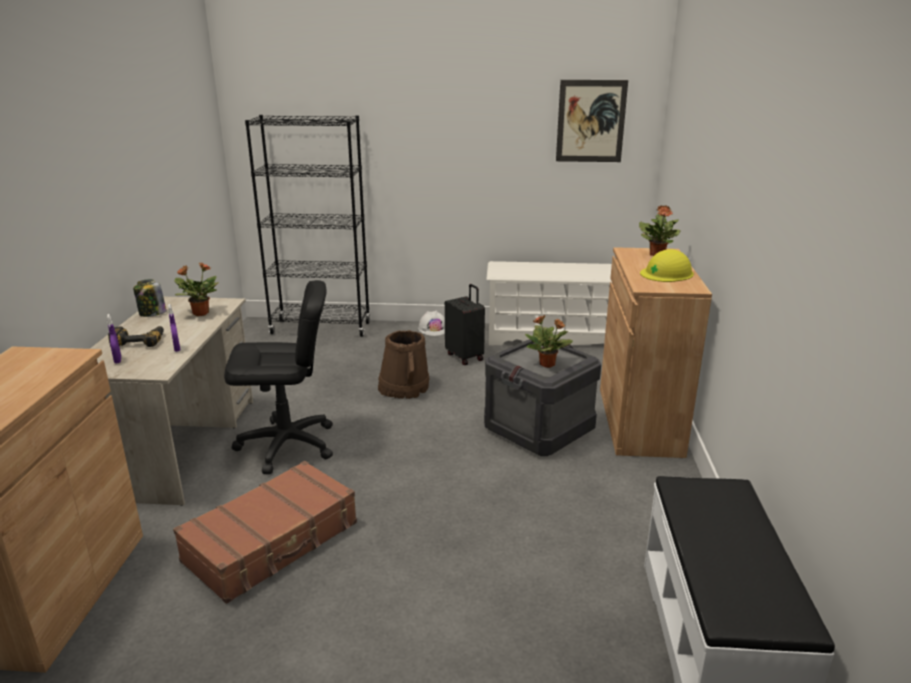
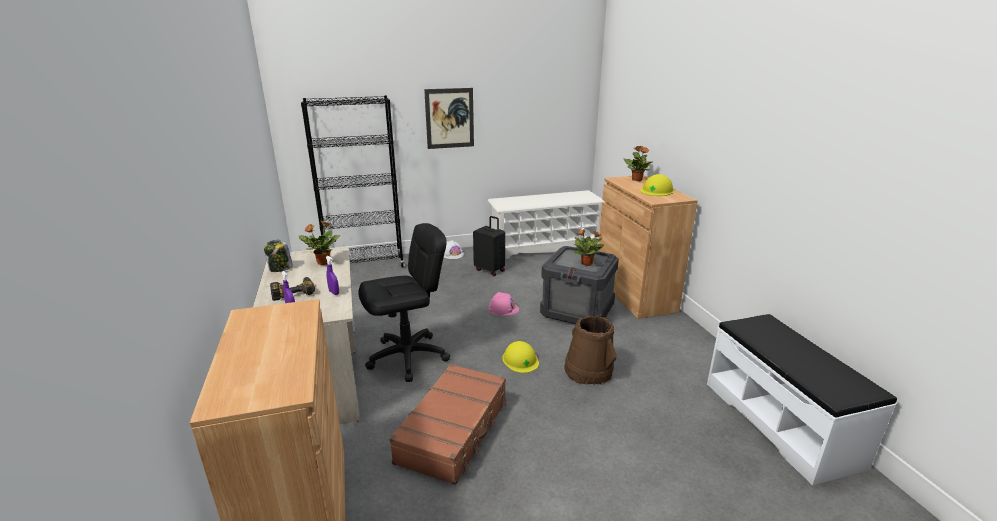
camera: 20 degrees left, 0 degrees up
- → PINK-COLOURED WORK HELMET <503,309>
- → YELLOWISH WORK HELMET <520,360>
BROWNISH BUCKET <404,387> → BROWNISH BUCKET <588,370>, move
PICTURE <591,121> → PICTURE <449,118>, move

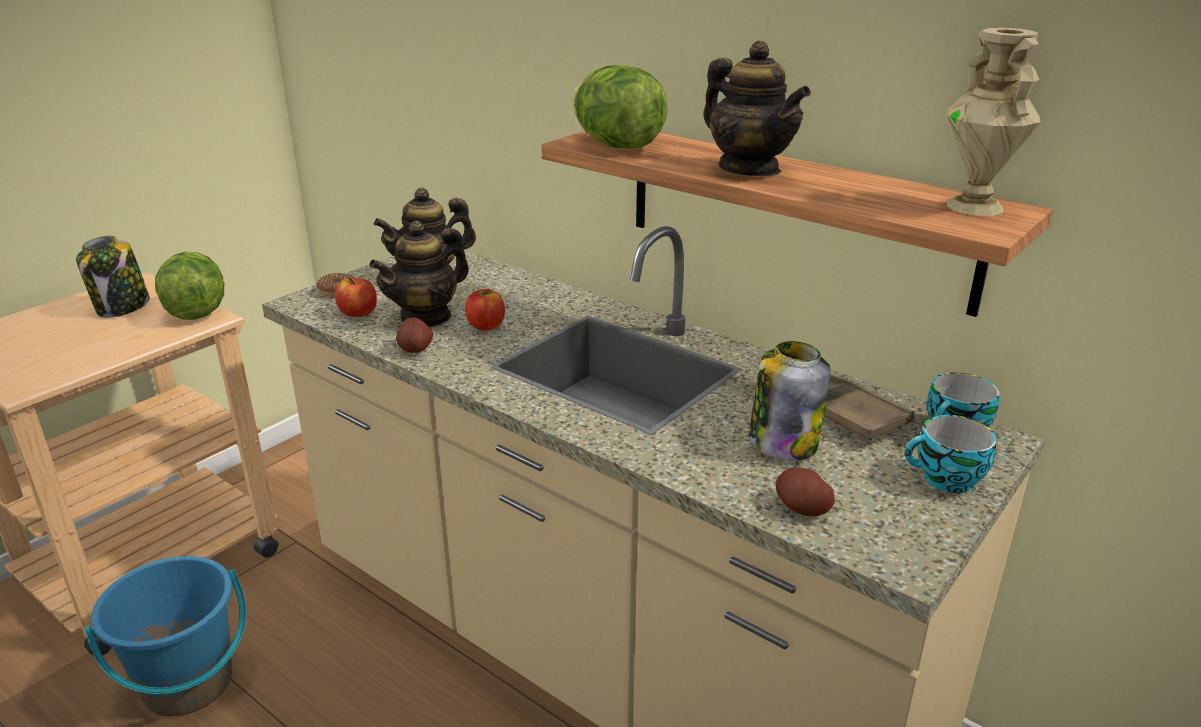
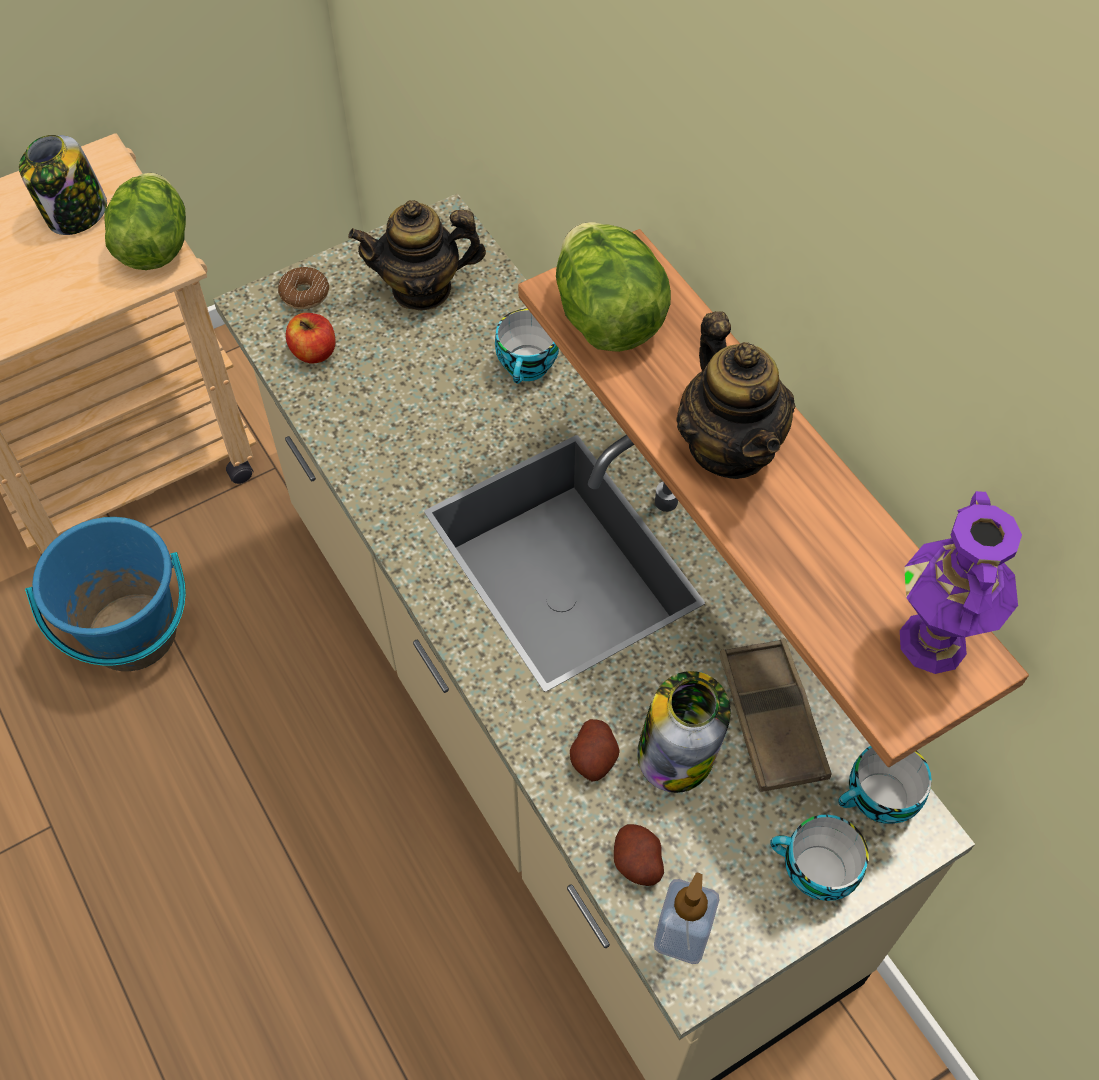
camera: 20 degrees right, 30 degrees up
TEAPOT <426,317> → -
WHOLE APPLE <486,326> → -
- → DRINKING CUP <528,367>
- → SOAP DISPENSER <682,936>
POTATO <415,348> → POTATO <594,758>, move
BEIGE VASE <976,206> → PURPLE-COLOURED VASE <934,643>

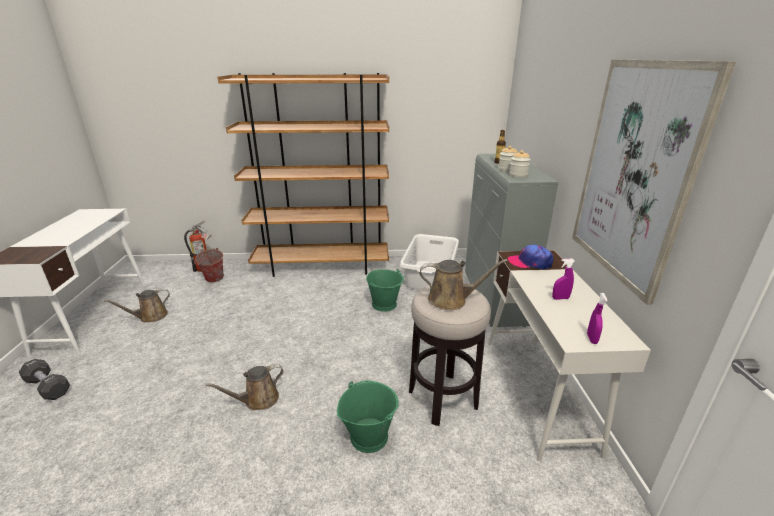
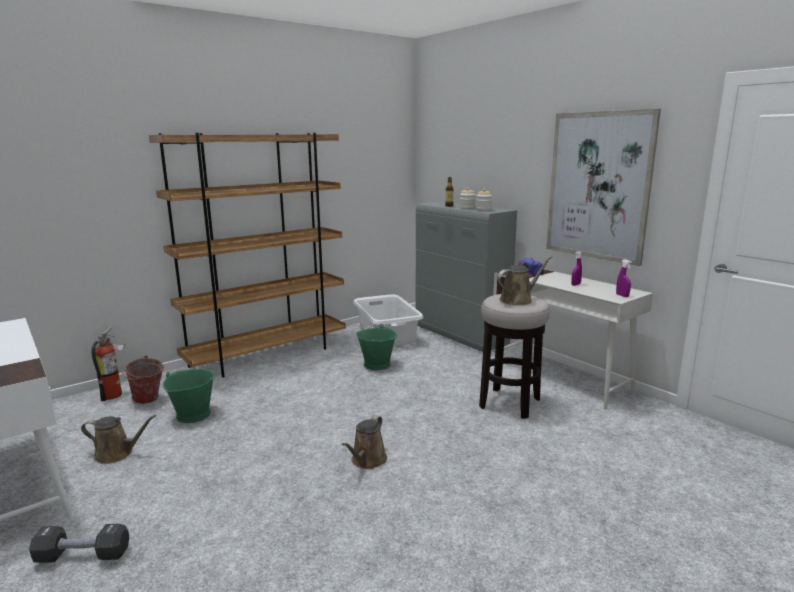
camera: 35 degrees left, 10 degrees down
GREEN BUCKET <369,436> → GREEN BUCKET <193,415>, move
BROWNISH WATERING CAN <150,317> → BROWNISH WATERING CAN <117,454>, 105 degrees counterclockwise

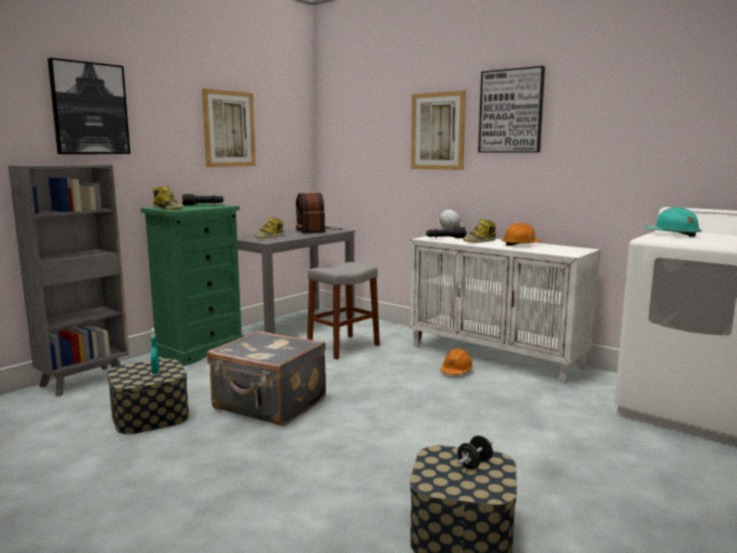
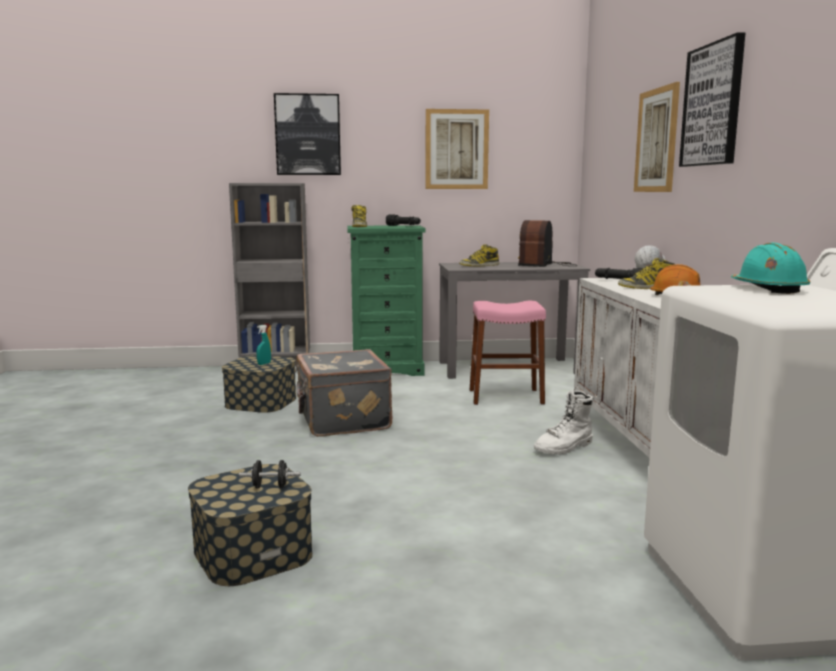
camera: 45 degrees right, 0 degrees up
ORANGE-COLOURED WORK HELMET <456,371> → WHITISH TALL BOOT <564,448>
GRAY STOOL SEAT <343,347> → PINK-COLOURED STOOL SEAT <505,397>

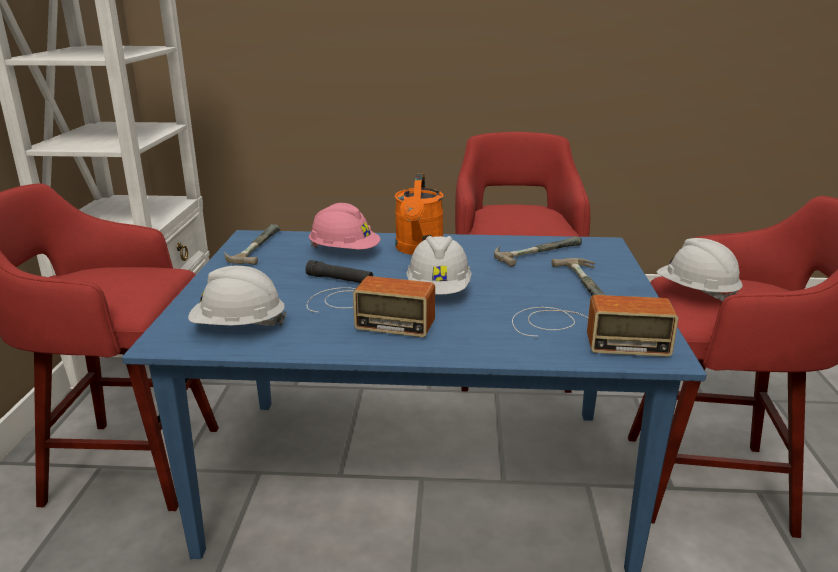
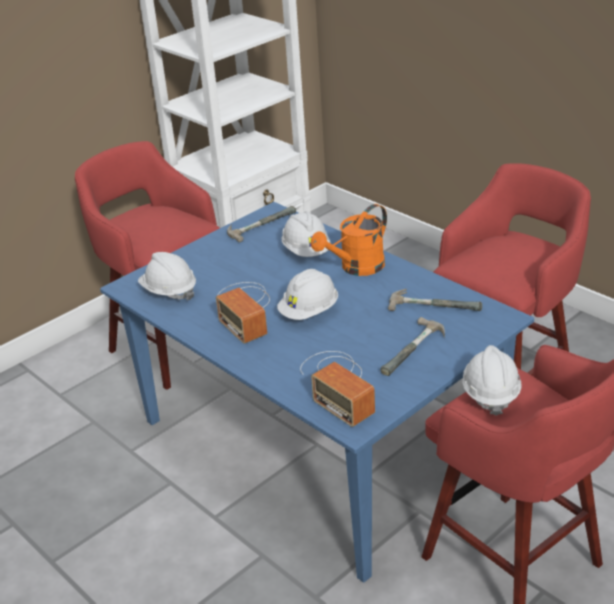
camera: 45 degrees right, 10 degrees up
BLACKISH TORCH <340,280> → -
PINK-COLOURED WORK HELMET <344,252> → WHITISH WORK HELMET <306,251>

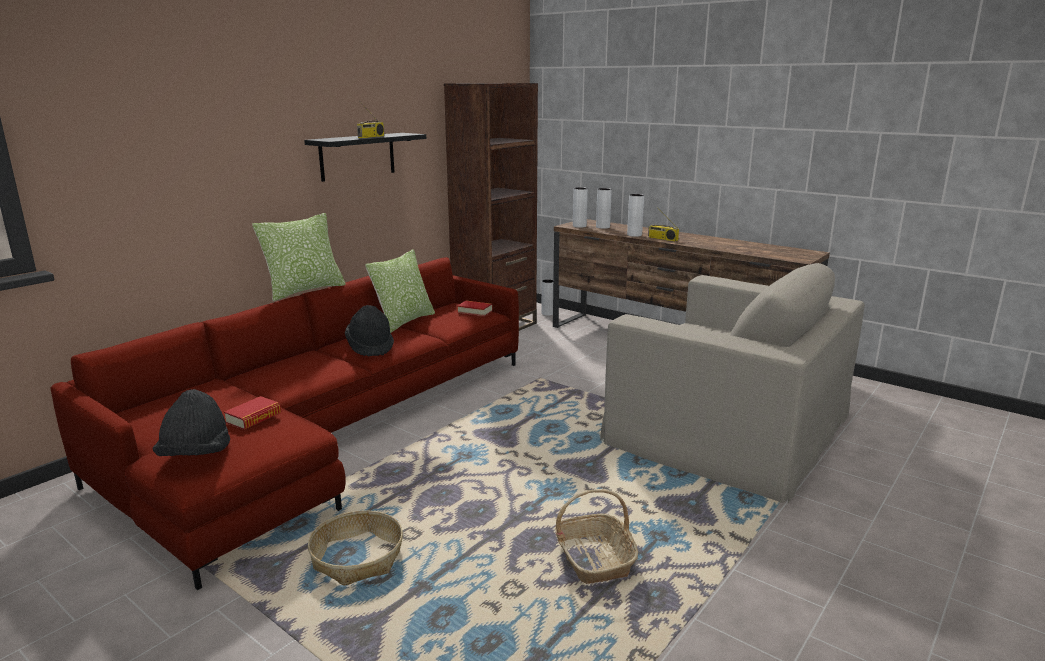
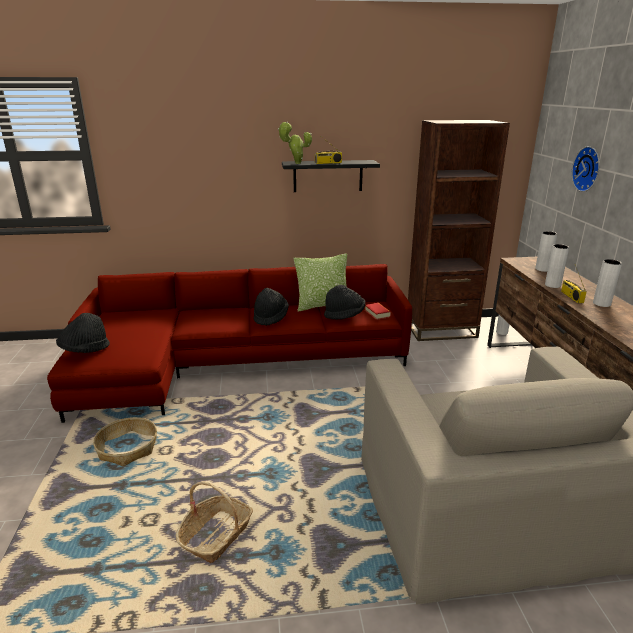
camera: 45 degrees right, 5 degrees up
BOUND BOOK <254,418> → -
THROW PILLOW <304,290> → -
- → HOUSEPLANT <296,163>
- → BLACKISH CLOTHING HAT <344,315>
- → WALL CLOCK <588,169>
WHITISH VASE <579,226> → WHITISH VASE <601,304>, move

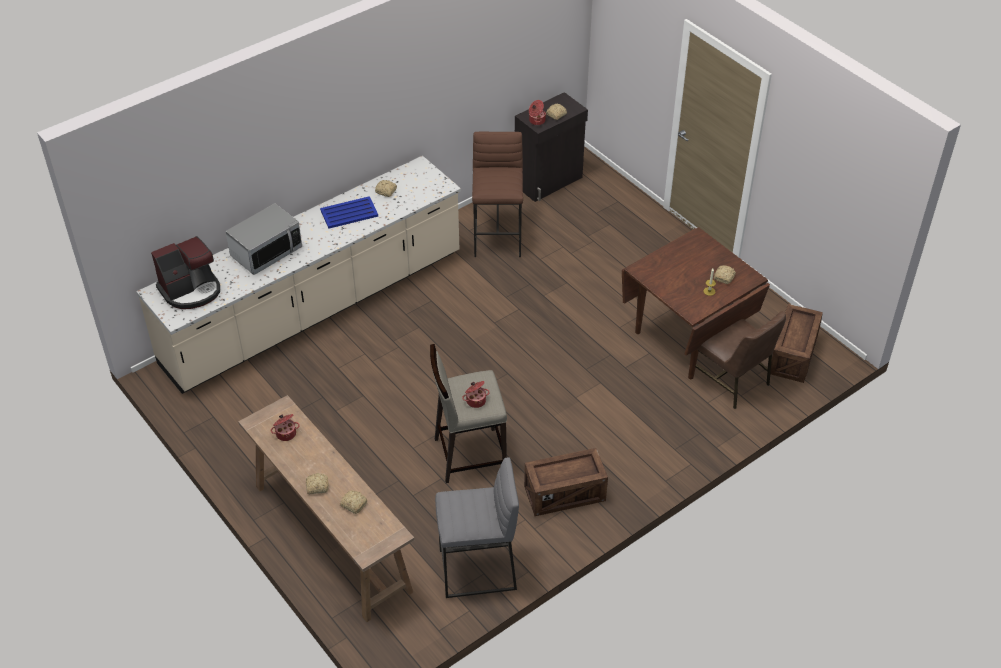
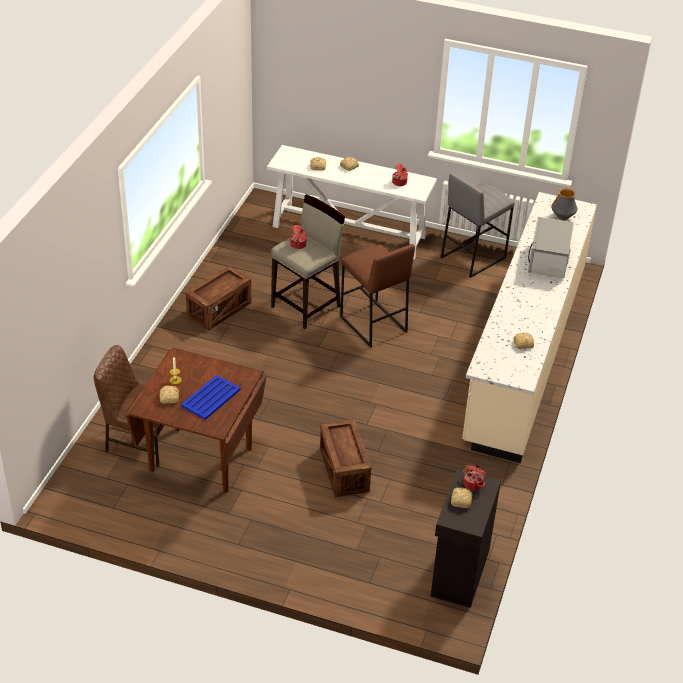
camera: 145 degrees right, 5 degrees down
BLUE-COLOURED CARRYING TRAY <348,213> → BLUE-COLOURED CARRYING TRAY <211,397>, move
GRAY STOOL SEAT <477,570> → GRAY STOOL SEAT <472,257>, move
BROWNISH STOOL SEAT <498,238> → BROWNISH STOOL SEAT <372,324>, move
SHIPPING CRATE <793,355> → SHIPPING CRATE <344,470>, move
COFFEE MACHINE <191,290> → VASE <562,218>
BROWNISH CONSOLE TABLE <331,537> → WHITISH CONSOLE TABLE <349,232>

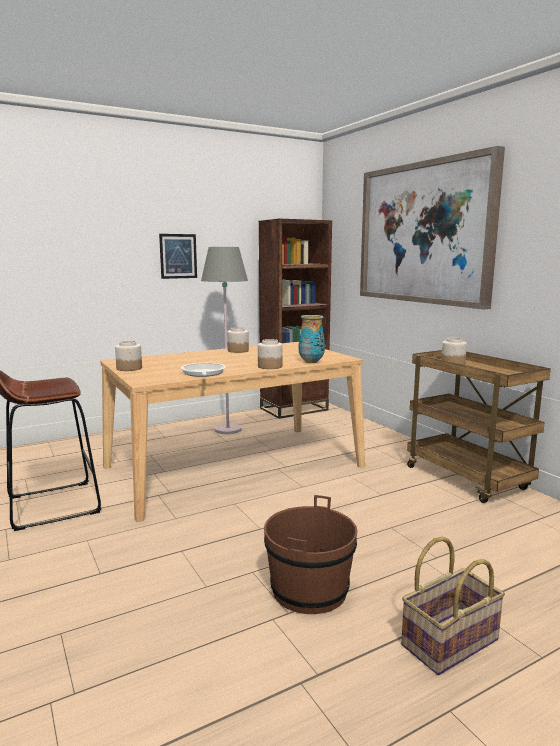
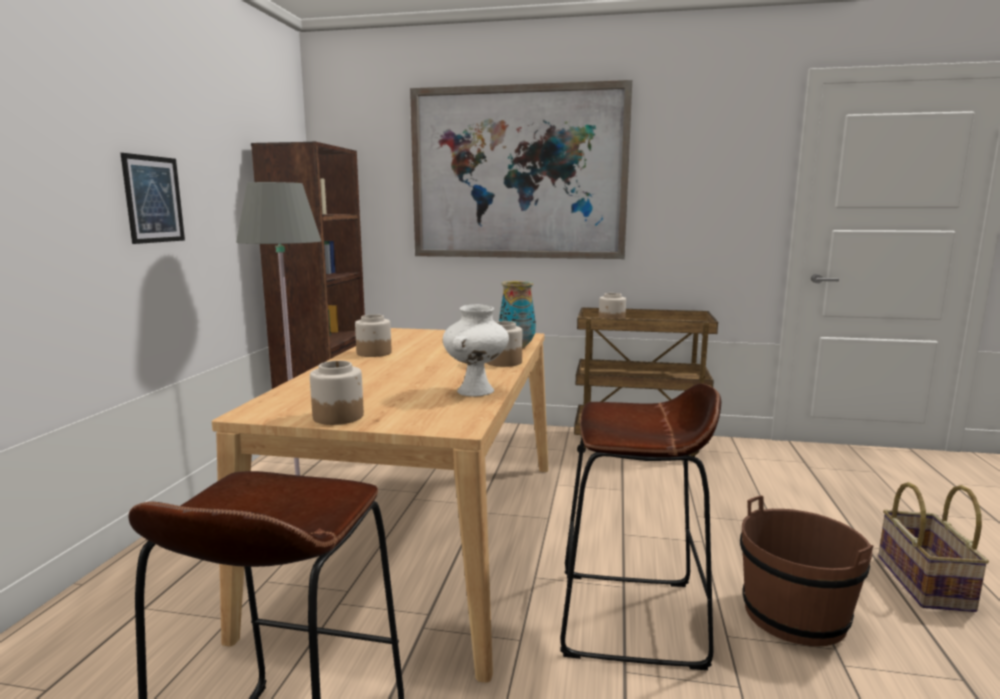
camera: 50 degrees left, 0 degrees up
- → BROWNISH STOOL SEAT <630,618>
PAN <203,373> → WHITISH VASE <476,391>

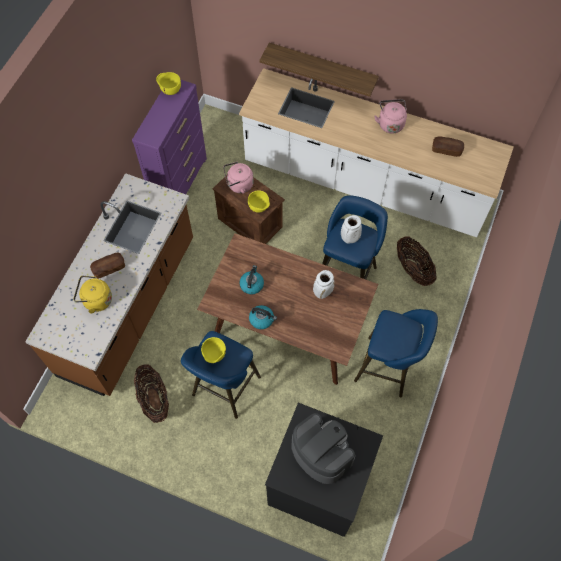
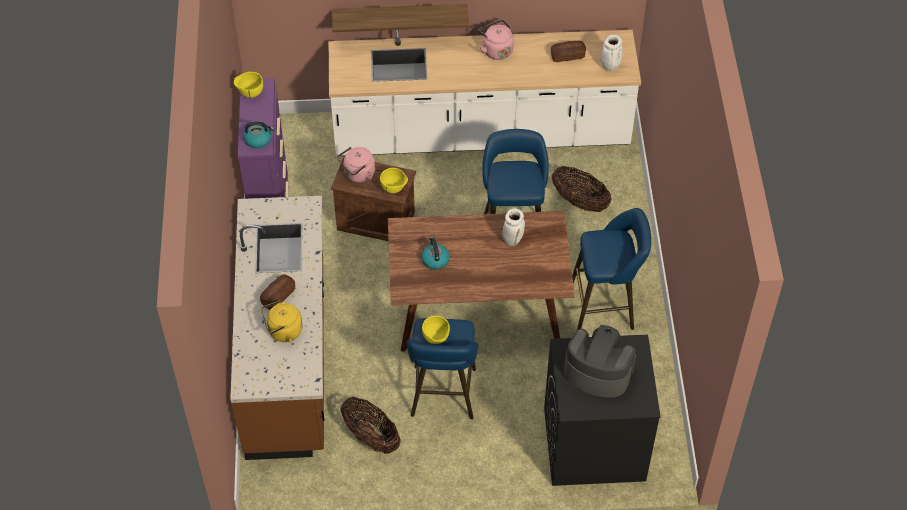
camera: 25 degrees left, 10 degrees down
TEA KETTLE <262,319> → TEA KETTLE <258,140>, move
WHITISH VASE <349,239> → WHITISH VASE <610,67>, move

